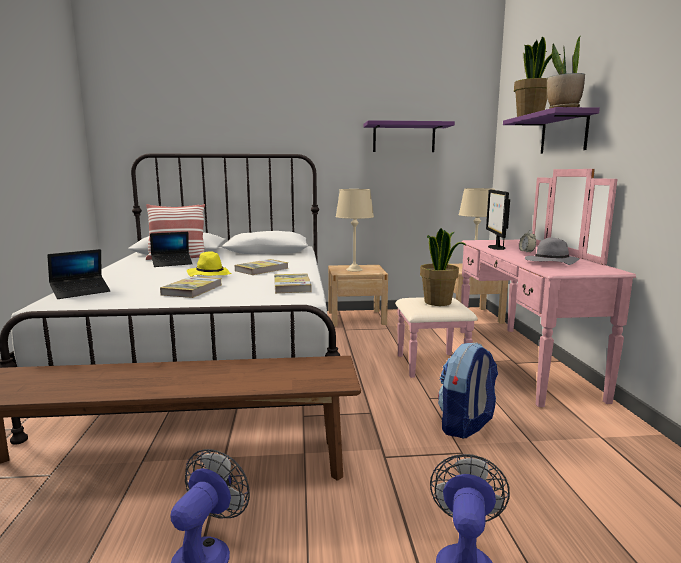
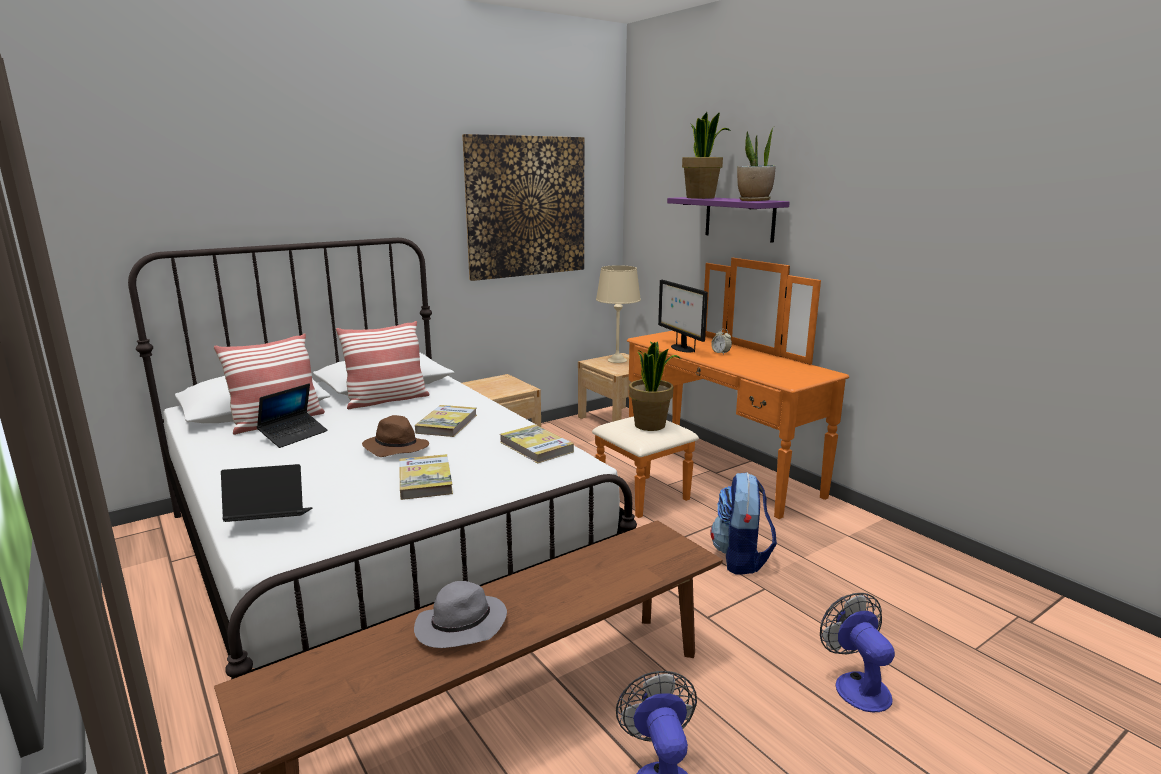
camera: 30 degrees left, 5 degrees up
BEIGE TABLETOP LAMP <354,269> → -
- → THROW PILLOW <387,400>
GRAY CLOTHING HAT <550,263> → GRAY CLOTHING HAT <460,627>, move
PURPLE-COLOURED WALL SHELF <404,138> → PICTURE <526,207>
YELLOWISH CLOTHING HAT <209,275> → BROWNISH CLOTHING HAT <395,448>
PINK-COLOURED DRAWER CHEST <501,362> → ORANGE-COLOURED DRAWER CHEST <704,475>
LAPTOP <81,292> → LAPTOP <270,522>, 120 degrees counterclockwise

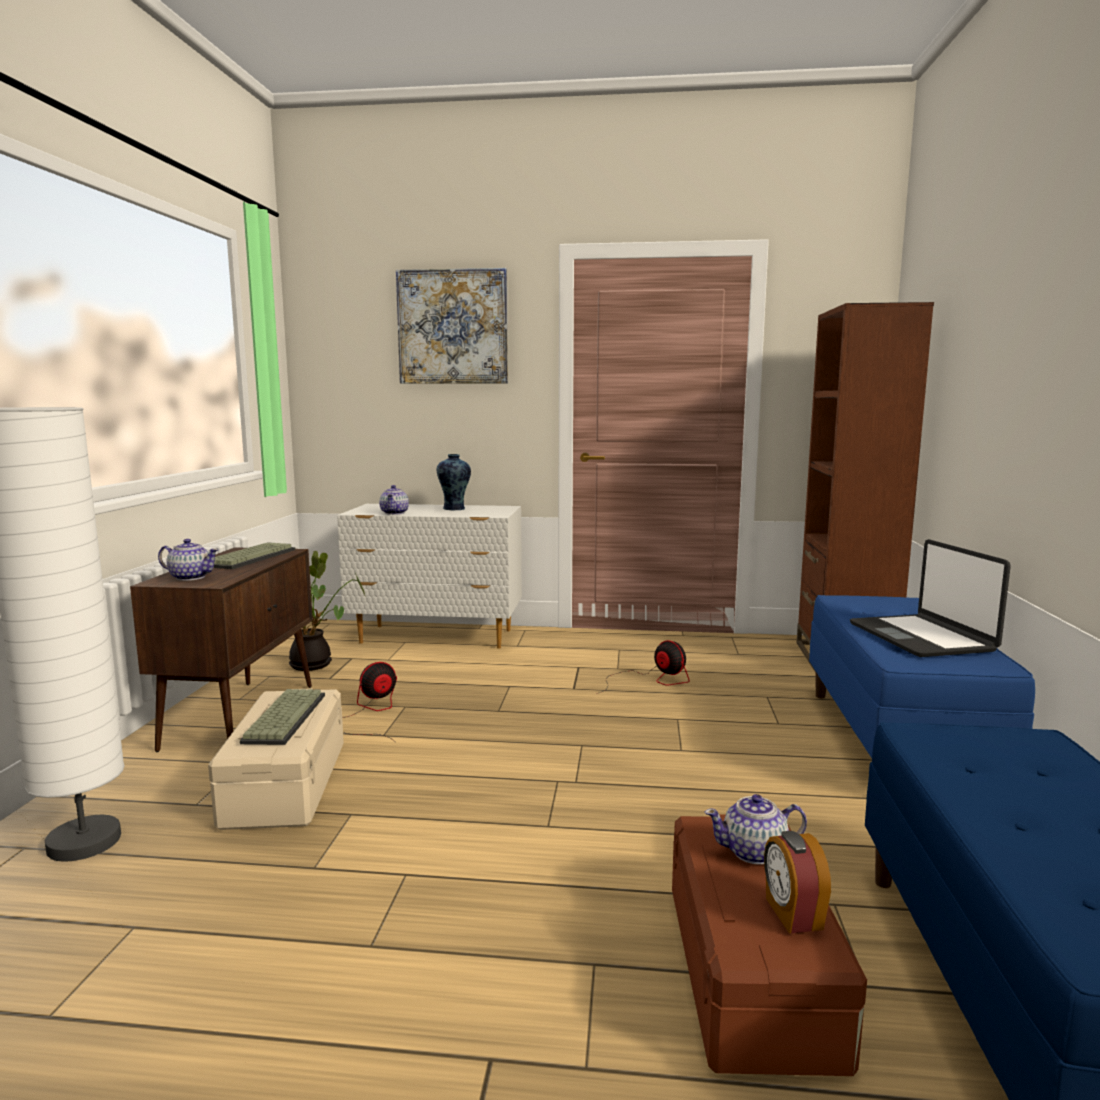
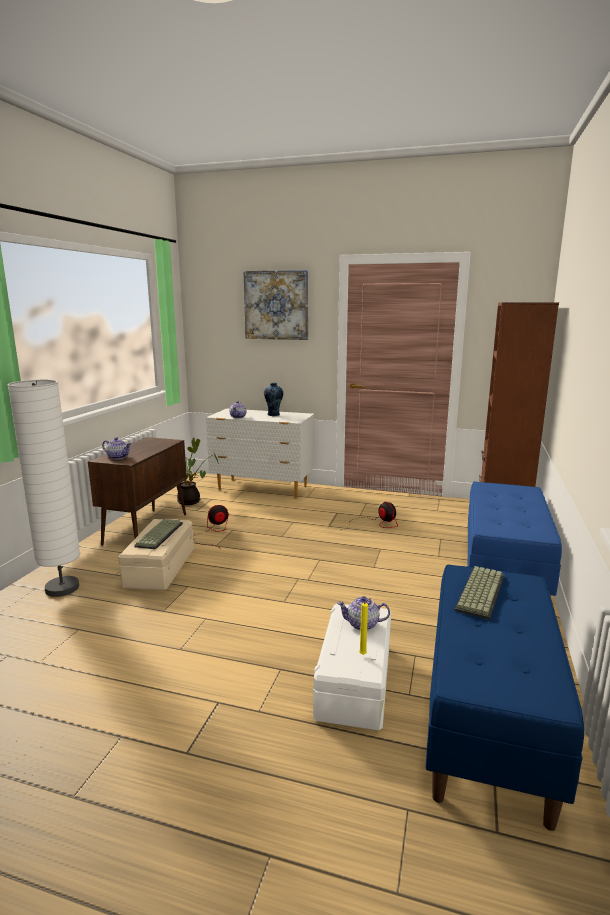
camera: 10 degrees right, 5 degrees up
LAPTOP <922,637> → -
PC KEYBOARD <250,557> → PC KEYBOARD <479,591>, move
BEDSIDE CLOCK <792,914> → YELLOWISH CANDLE <364,654>
BROWNISH STORAGE CONTAINER <753,973> → WHITISH STORAGE CONTAINER <356,682>

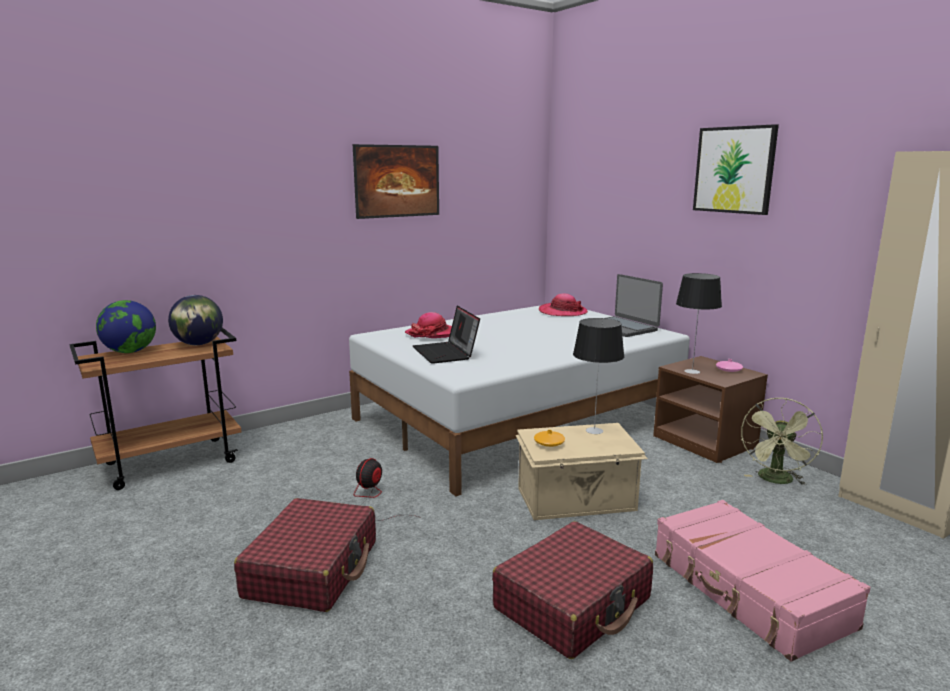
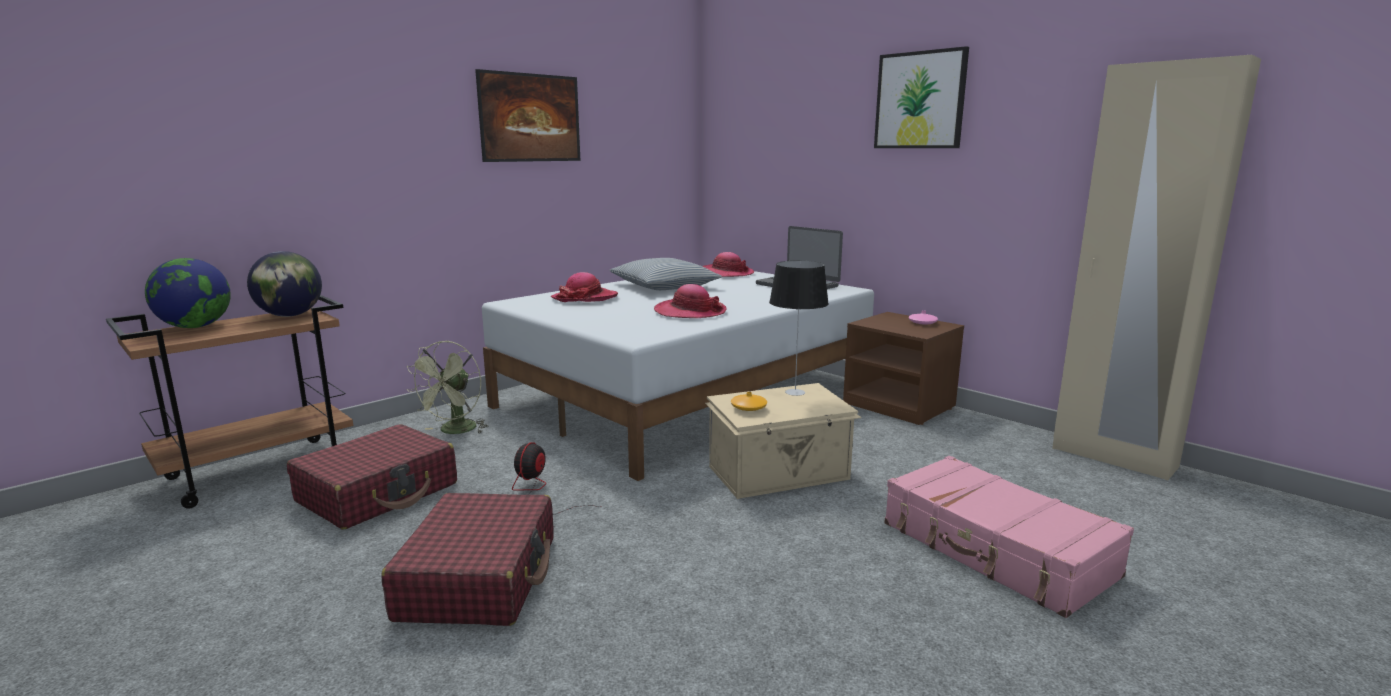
camera: 10 degrees left, 0 degrees up
LAPTOP <446,353> → -
TABLETOP LAMP <691,371> → -
- → THROW PILLOW <664,286>
- → CLOTHING HAT <690,312>
RED-COLOURED TRAVEL CASE <573,604> → RED-COLOURED TRAVEL CASE <378,493>, move
GREEN COOLING FAN <776,481> → GREEN COOLING FAN <454,431>, move

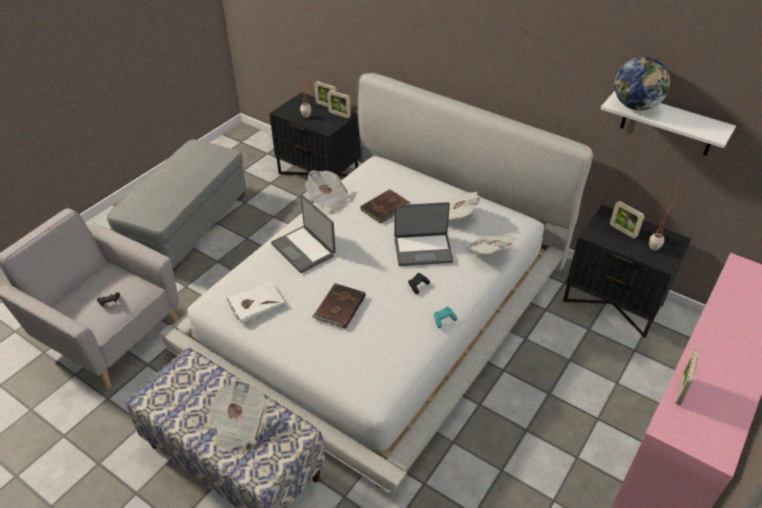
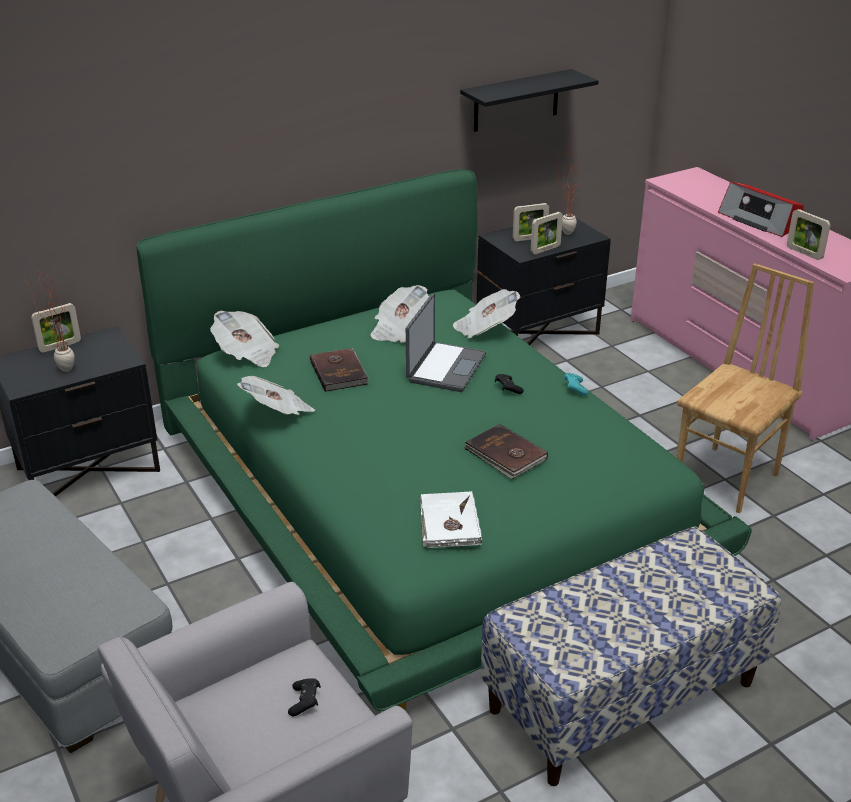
camera: 65 degrees left, 10 degrees down
LAPTOP <304,249> → -
GLOBE <635,106> → -
- → BROWNISH UPRIGHT CHAIR <728,479>
- → RADIO SET <760,220>
PRINTED PAPER <238,425> → PRINTED PAPER <247,354>, move
PICTURE FRAME <339,115> → PICTURE FRAME <545,249>, move
WHITISH BEDROOM BED <381,306> → GREEN BEDROOM BED <425,490>
WHITISH WALL SHELF <667,124> → BLACKISH WALL SHELF <516,101>

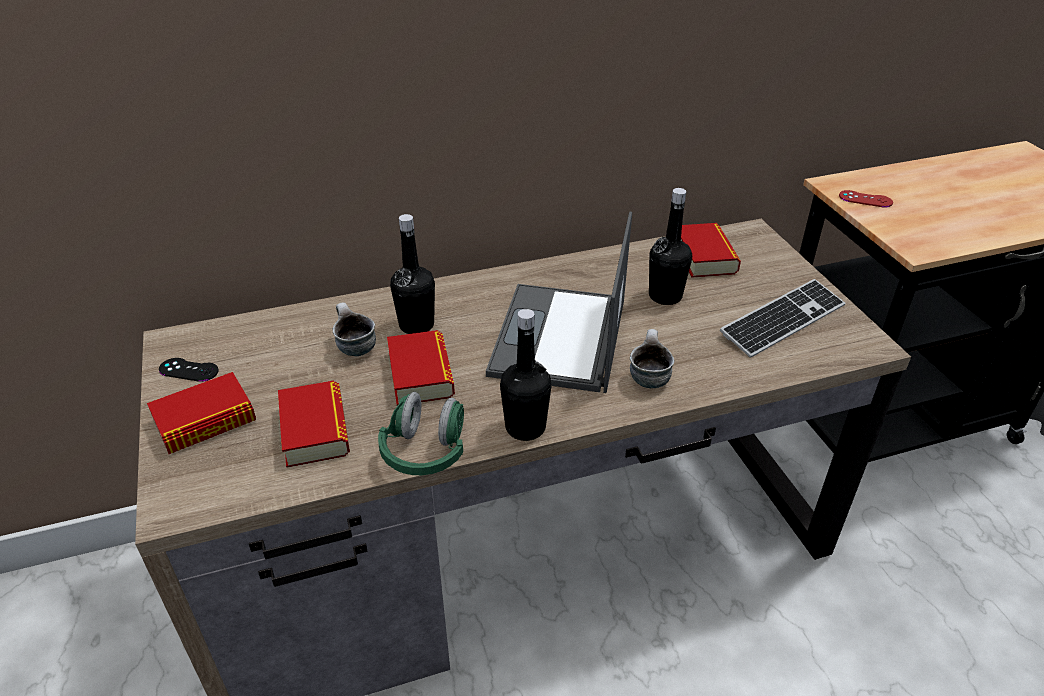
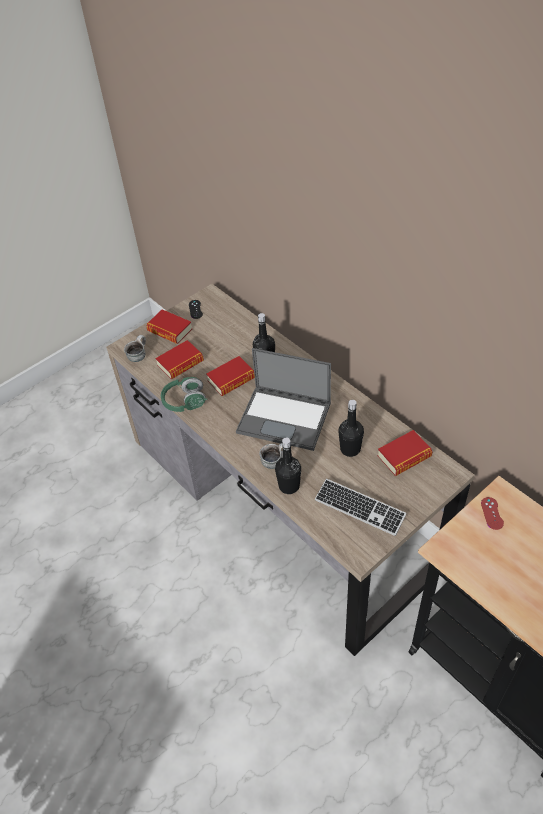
camera: 70 degrees right, 10 degrees up
TEA MUG <353,347> → TEA MUG <138,356>, move
BLACKISH BEVERAGE BOTTLE <525,427> → BLACKISH BEVERAGE BOTTLE <289,486>, move
LAPTOP <559,339> → LAPTOP <285,418>, 150 degrees counterclockwise

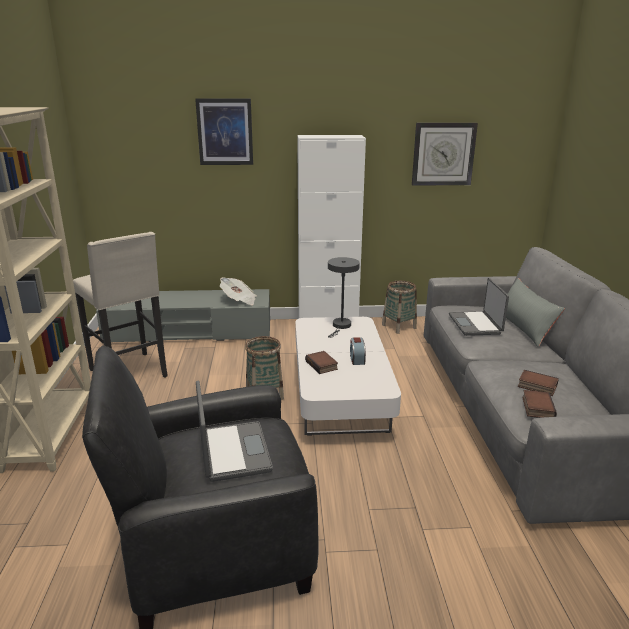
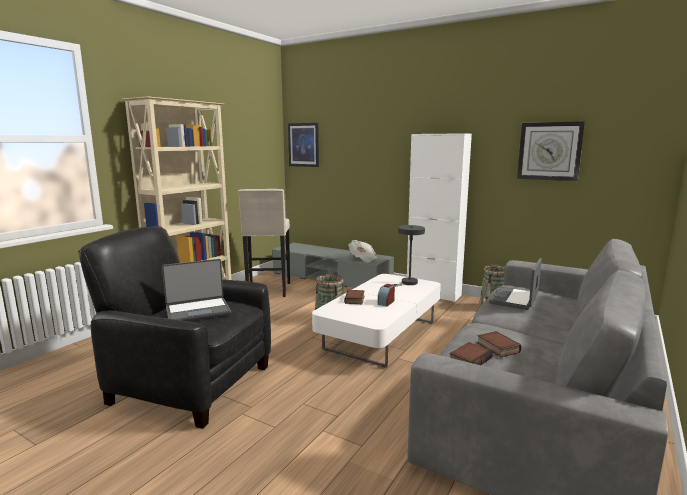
camera: 35 degrees right, 10 degrees down
GRAY THROW PILLOW <524,327> → -
PICTURE <225,132> → PICTURE <303,145>, move
LAPTOP <232,452> → LAPTOP <198,311>, 45 degrees clockwise

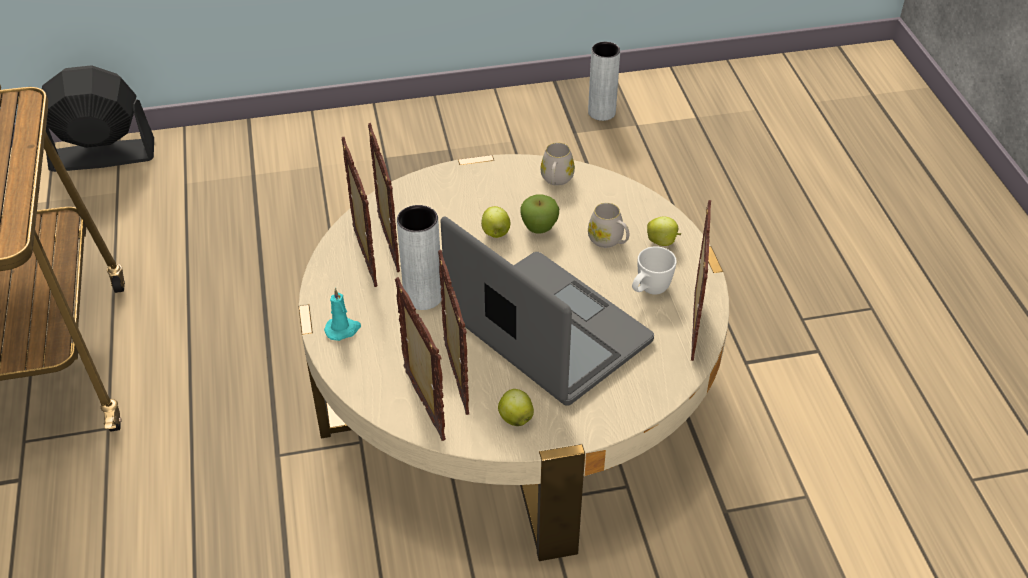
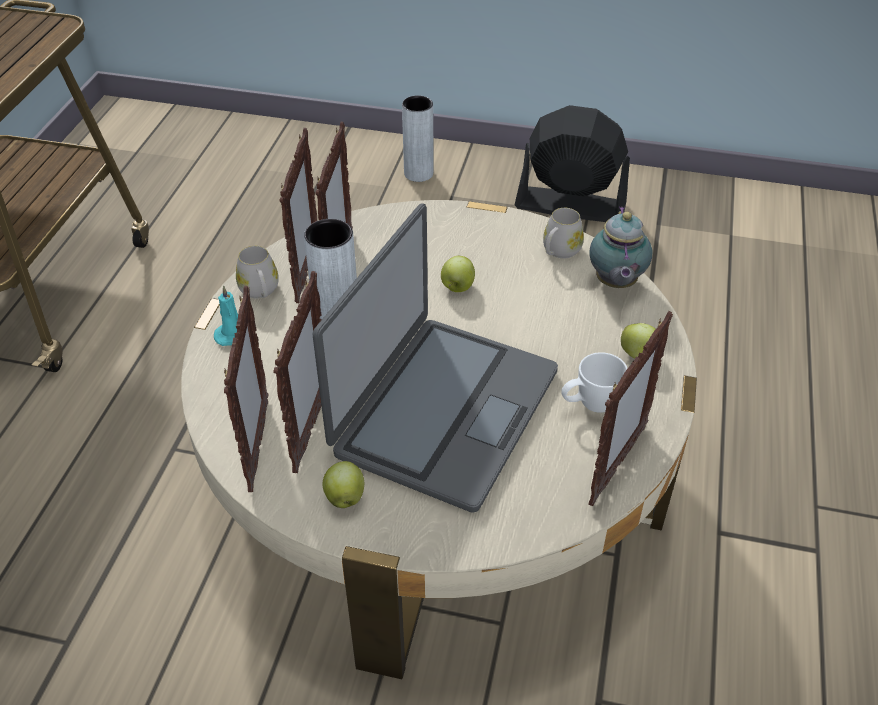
camera: 25 degrees right, 0 degrees up
WHOLE APPLE <539,228> → -
- → TEAPOT <615,284>
BLACKISH COOLING FAN <102,155> → BLACKISH COOLING FAN <569,205>, move
GRAY VASE <601,112> → GRAY VASE <418,173>, move
WHITISH TEA MUG <609,241> → WHITISH TEA MUG <260,291>, move
LAPTOP <547,331> → LAPTOP <444,411>, 45 degrees clockwise

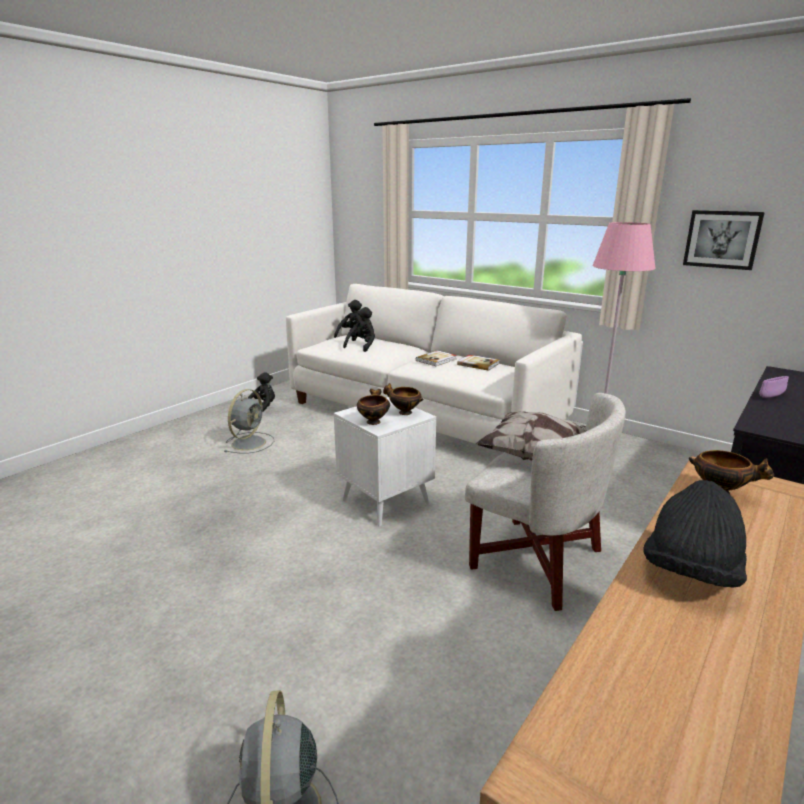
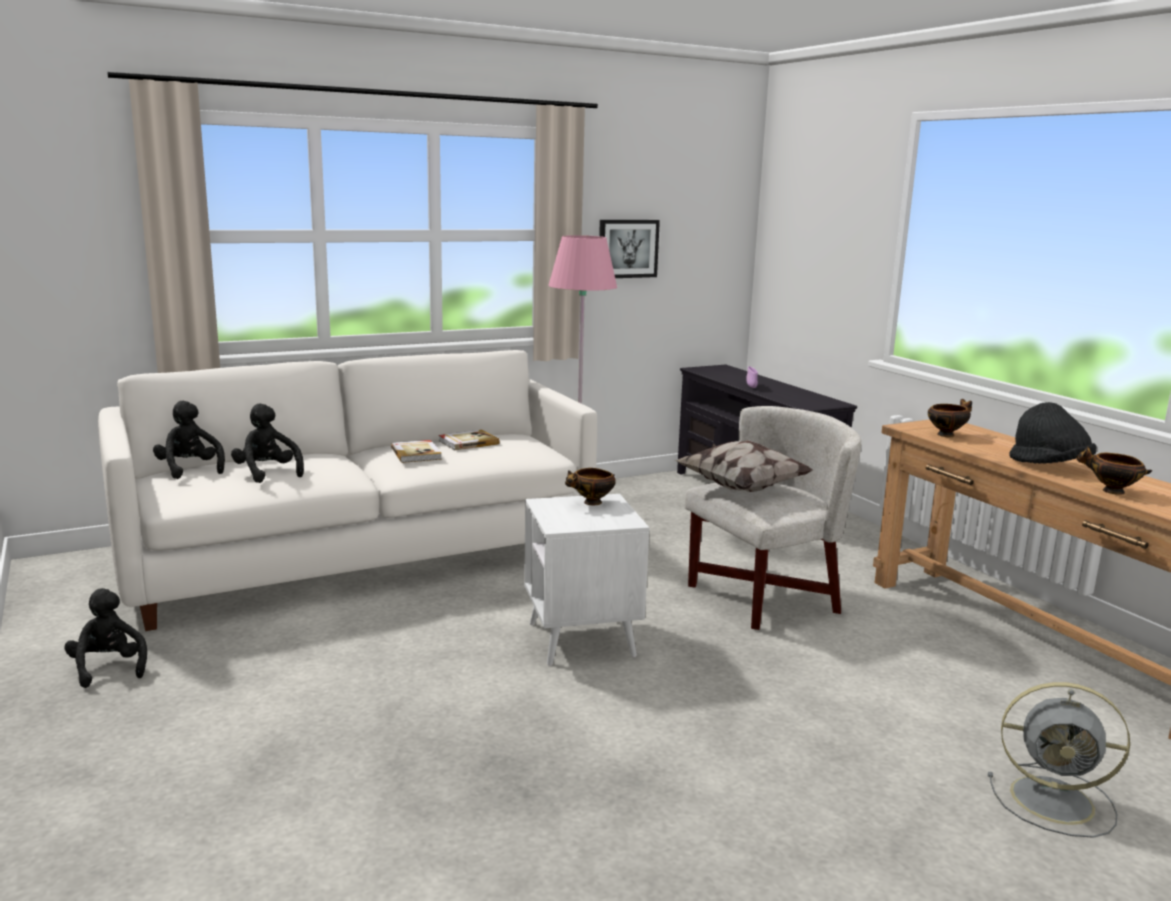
camera: 65 degrees left, 5 degrees down
GRAY COOLING FAN <249,442> → -
SERVING BOWL <373,421> → SERVING BOWL <1110,491>, move

